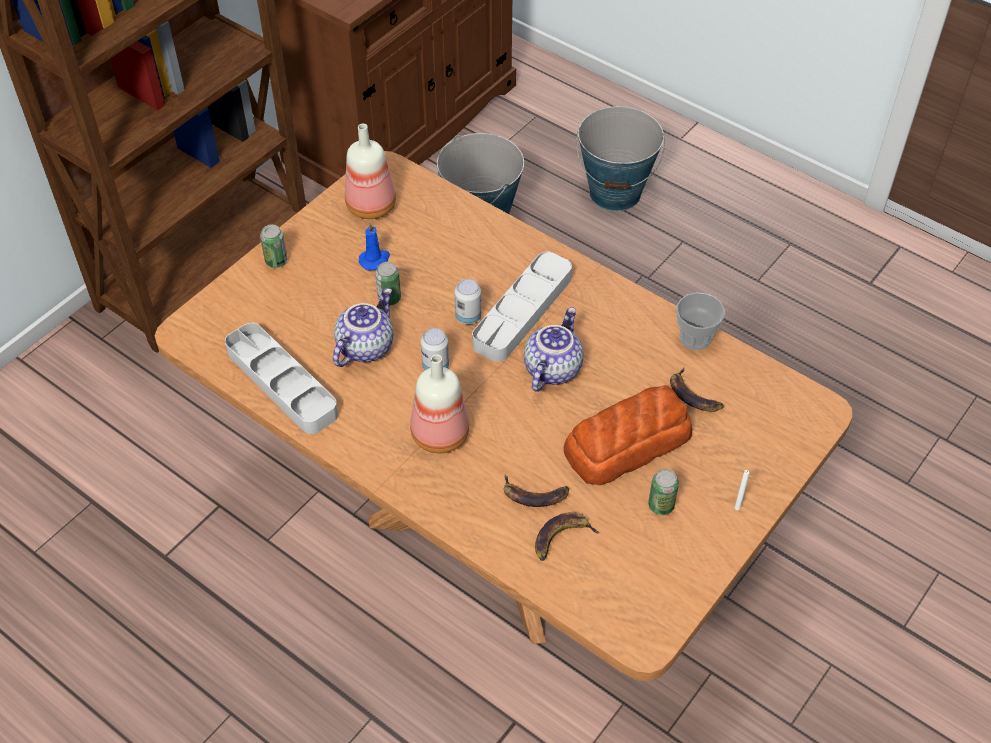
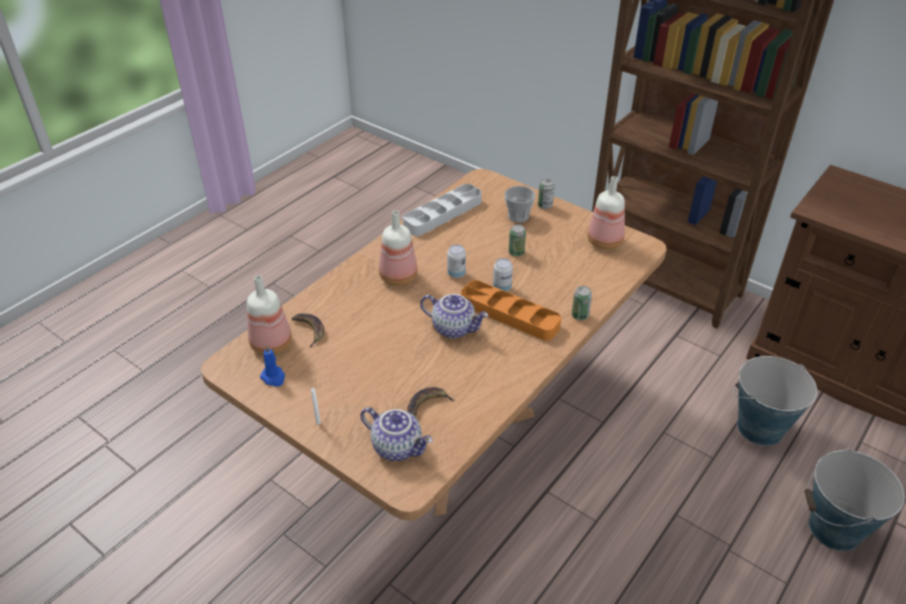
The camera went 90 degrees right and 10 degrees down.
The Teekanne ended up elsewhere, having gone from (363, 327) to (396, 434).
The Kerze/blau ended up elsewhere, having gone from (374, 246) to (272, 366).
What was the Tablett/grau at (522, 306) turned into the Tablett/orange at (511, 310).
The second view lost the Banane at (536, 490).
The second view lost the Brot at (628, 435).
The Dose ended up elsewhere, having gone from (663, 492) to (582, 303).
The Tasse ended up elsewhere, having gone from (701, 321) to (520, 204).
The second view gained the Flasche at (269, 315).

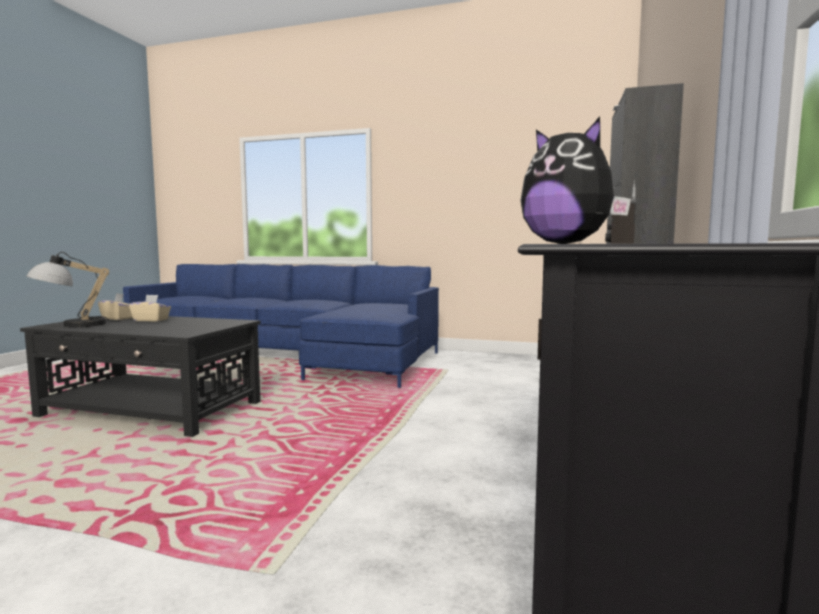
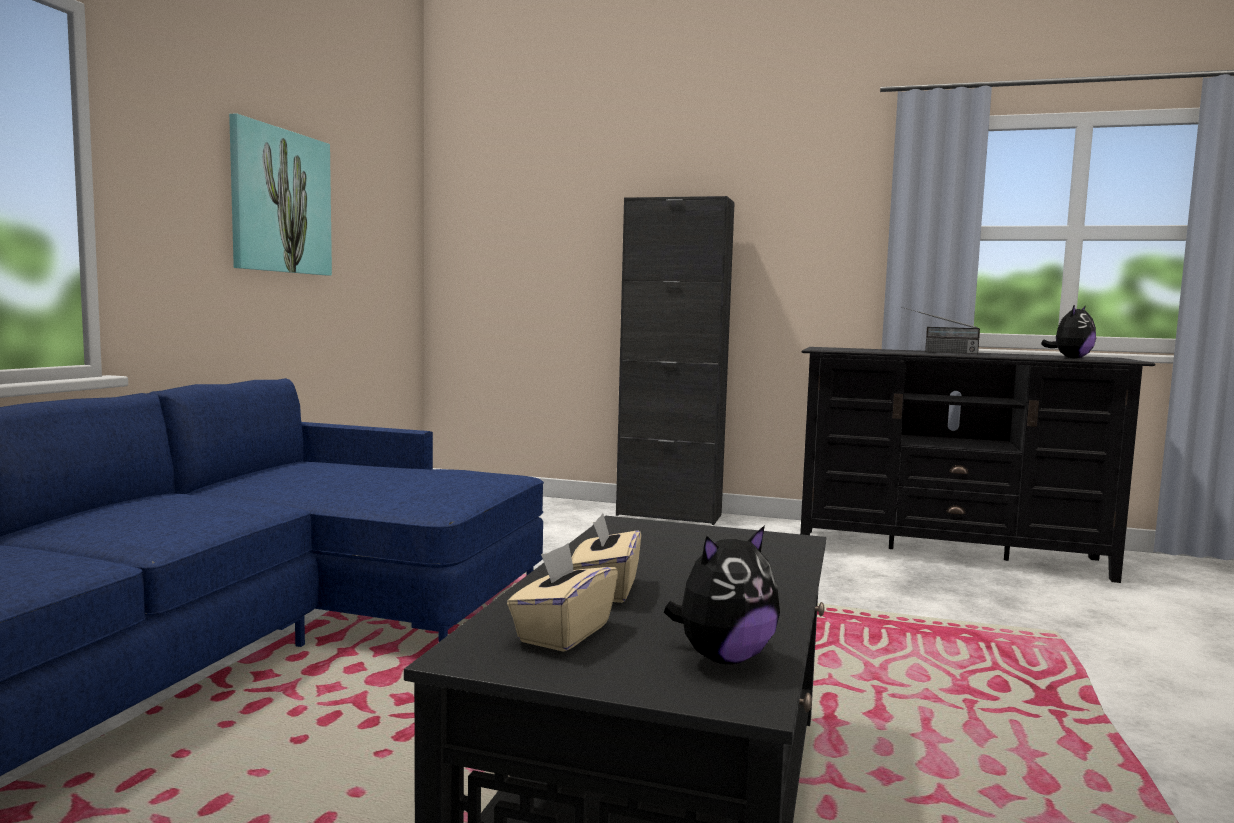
The camera went 90 degrees left and 0 degrees up.
Where the Tischlampe stood at (74, 289), the Plüschtier came to stand at (722, 594).
The second view gained the Bild at (280, 194).

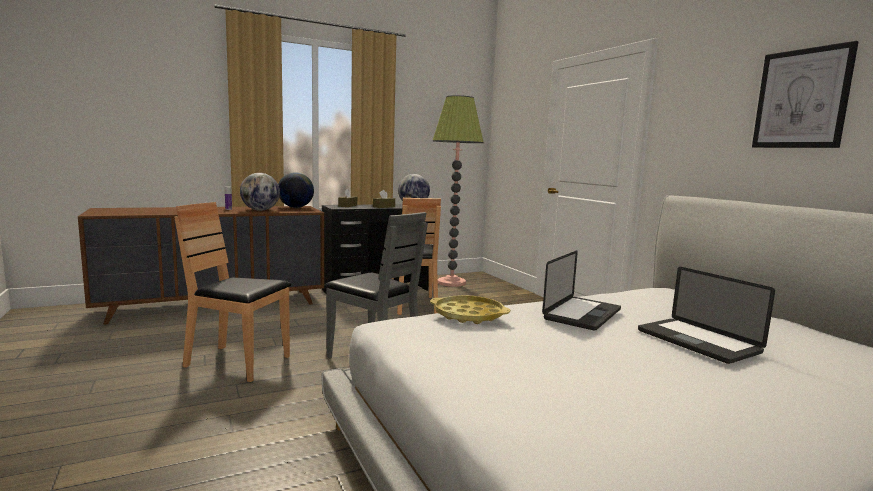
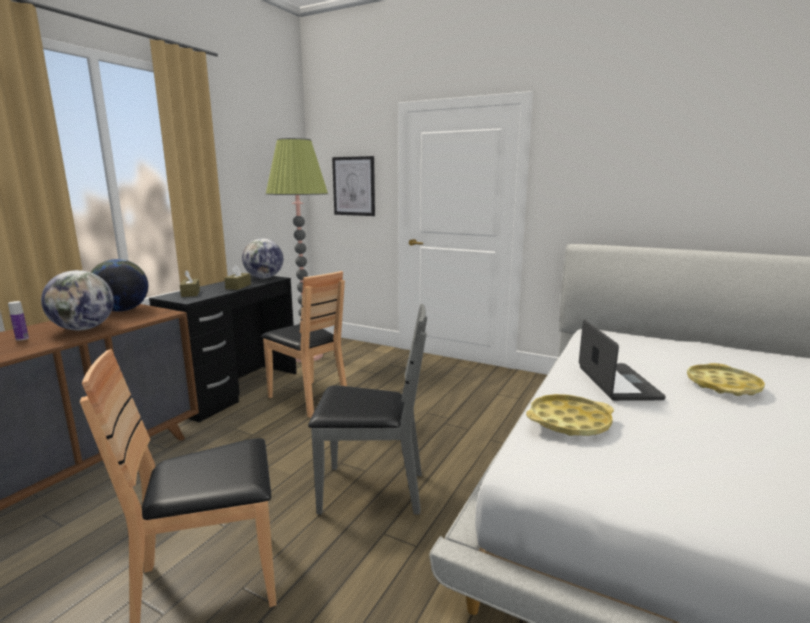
The camera went 35 degrees left and 5 degrees up.
Where the Laptop stood at (706, 315), the Tablett/gelb came to stand at (726, 379).
The Bild ended up elsewhere, having gone from (805, 94) to (353, 186).

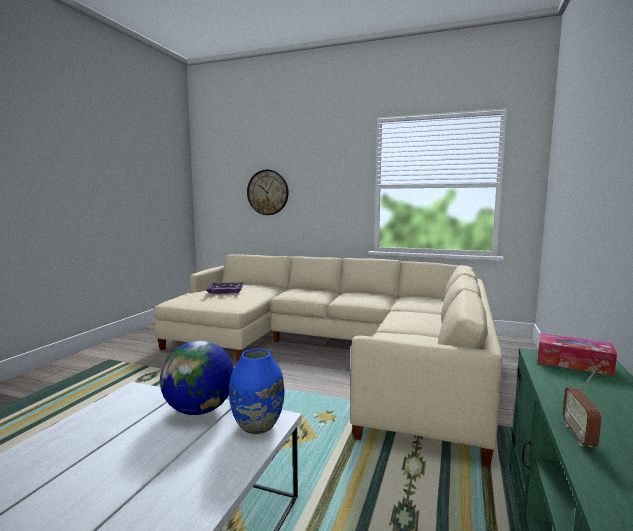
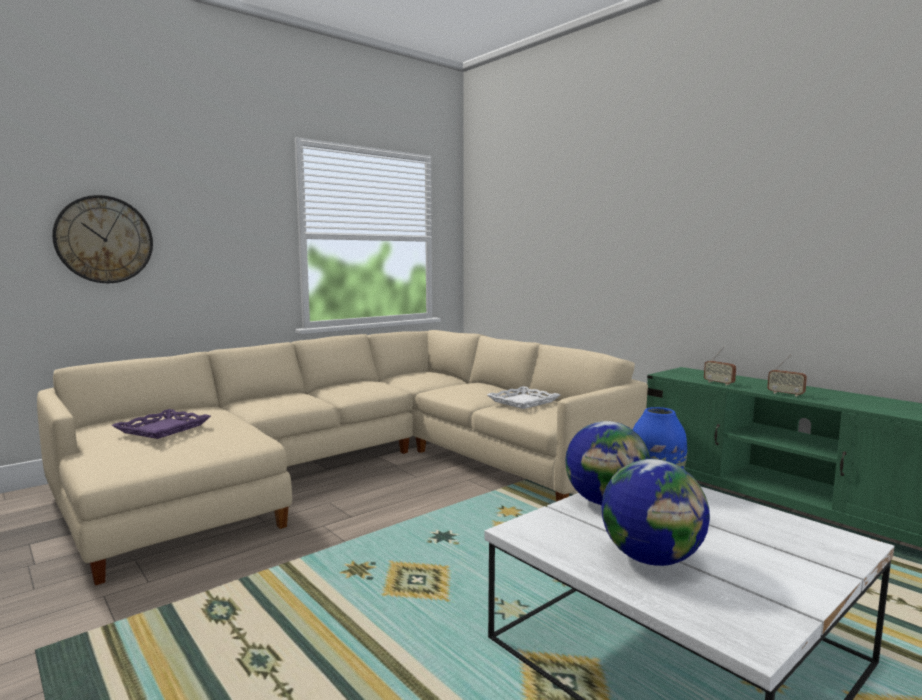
The camera went 60 degrees left and 0 degrees up.
The second view lost the Taschentuchbox at (577, 354).
The second view gained the Tablett/weiß at (523, 397).
The second view gained the Globus at (655, 512).
The second view gained the Radio at (720, 366).

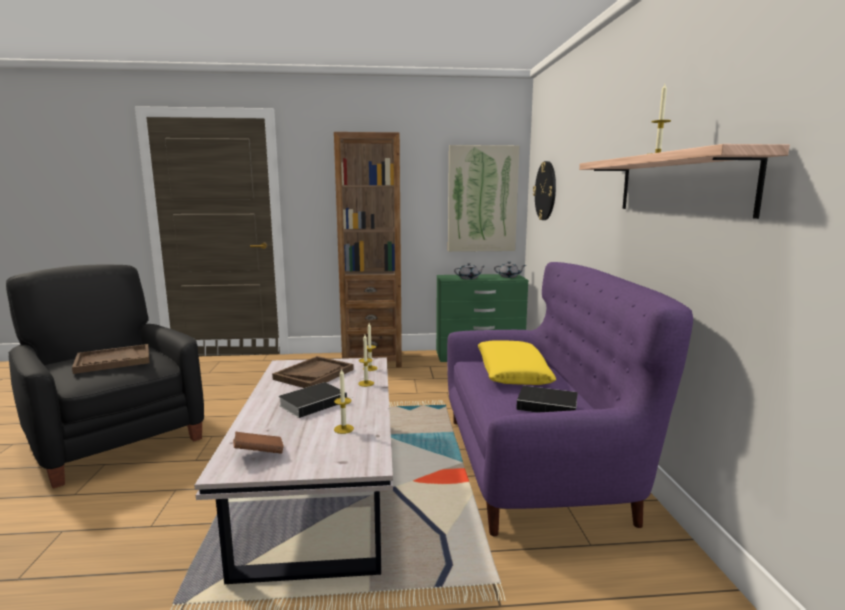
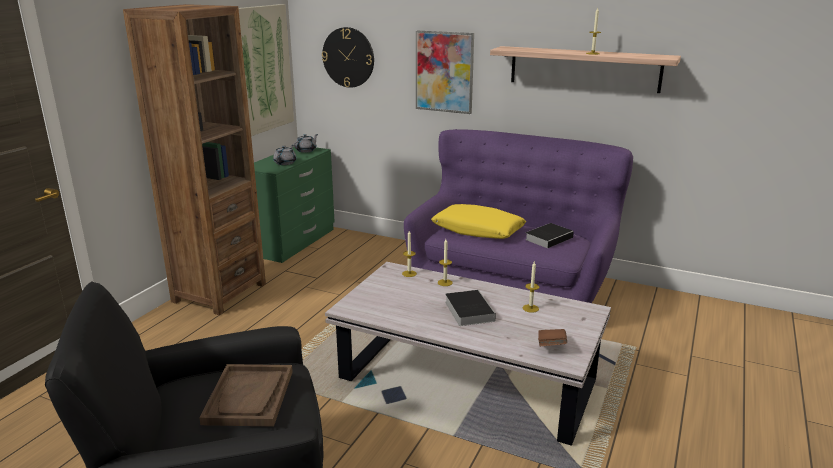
The camera went 60 degrees left and 10 degrees up.
The second view lost the Tablett/braun at (313, 372).
The second view gained the Bild at (445, 72).

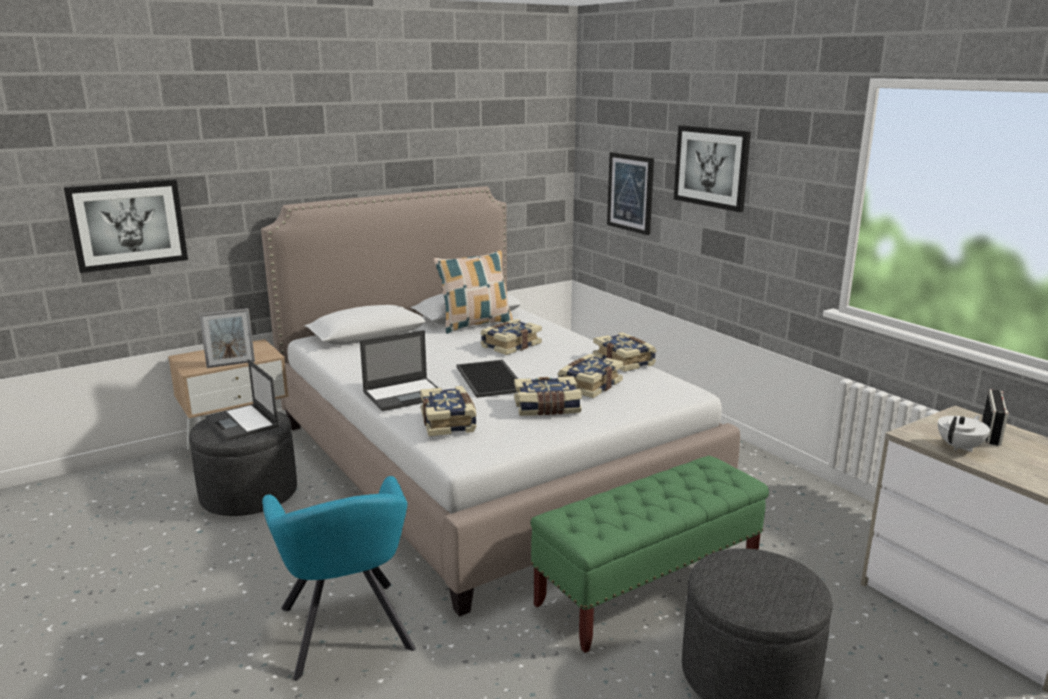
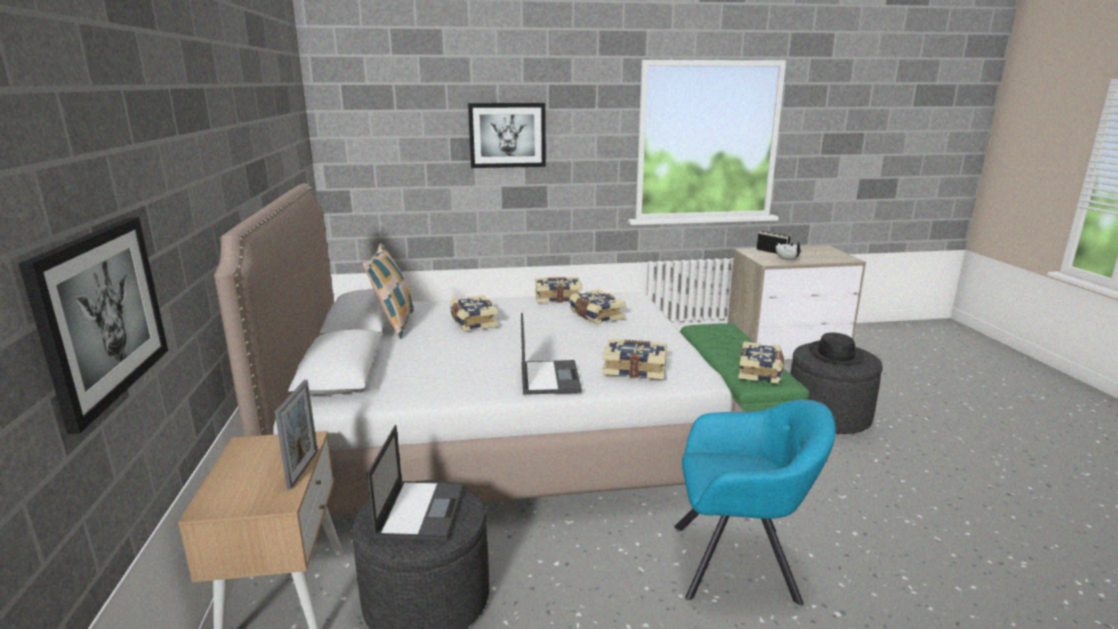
The camera went 65 degrees left and 0 degrees up.
The Laptop at (242, 400) ended up facing another way, 75 degrees counterclockwise from before.
The second view lost the Tablett at (487, 379).
The Buch ended up elsewhere, having gone from (548, 396) to (761, 362).
The second view lost the Bild at (630, 193).
The second view gained the Hut/schwarz at (836, 349).

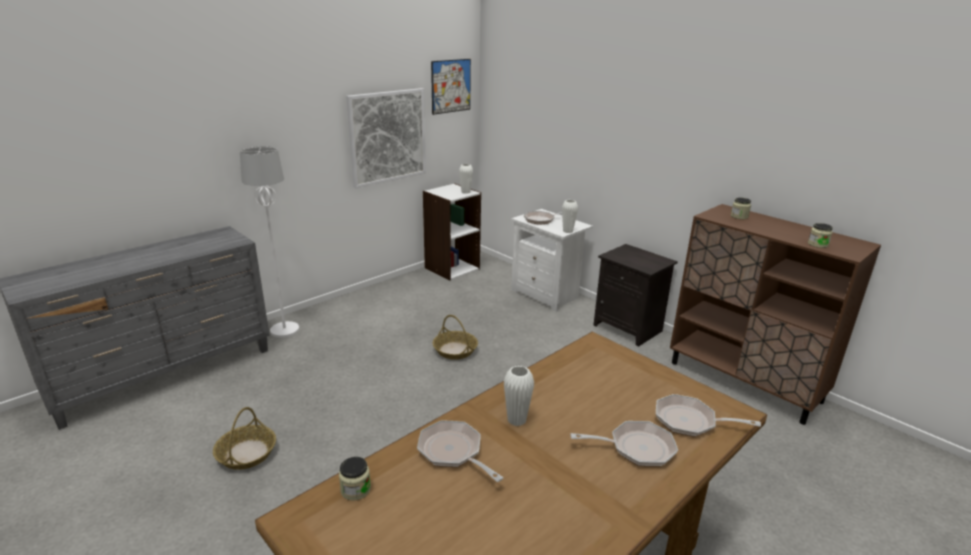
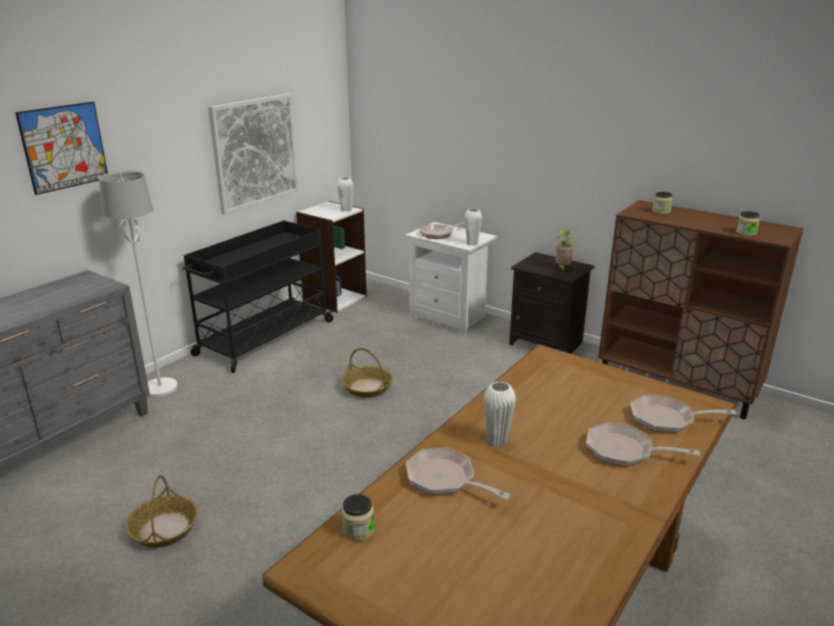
The camera went 10 degrees left and 0 degrees up.
The Bild ended up elsewhere, having gone from (451, 87) to (61, 148).
The Pfanne at (624, 444) ended up facing another way, 150 degrees counterclockwise from before.
The second view gained the Rollwagen/schwarz at (258, 296).
The second view gained the Topfpflanze at (565, 250).

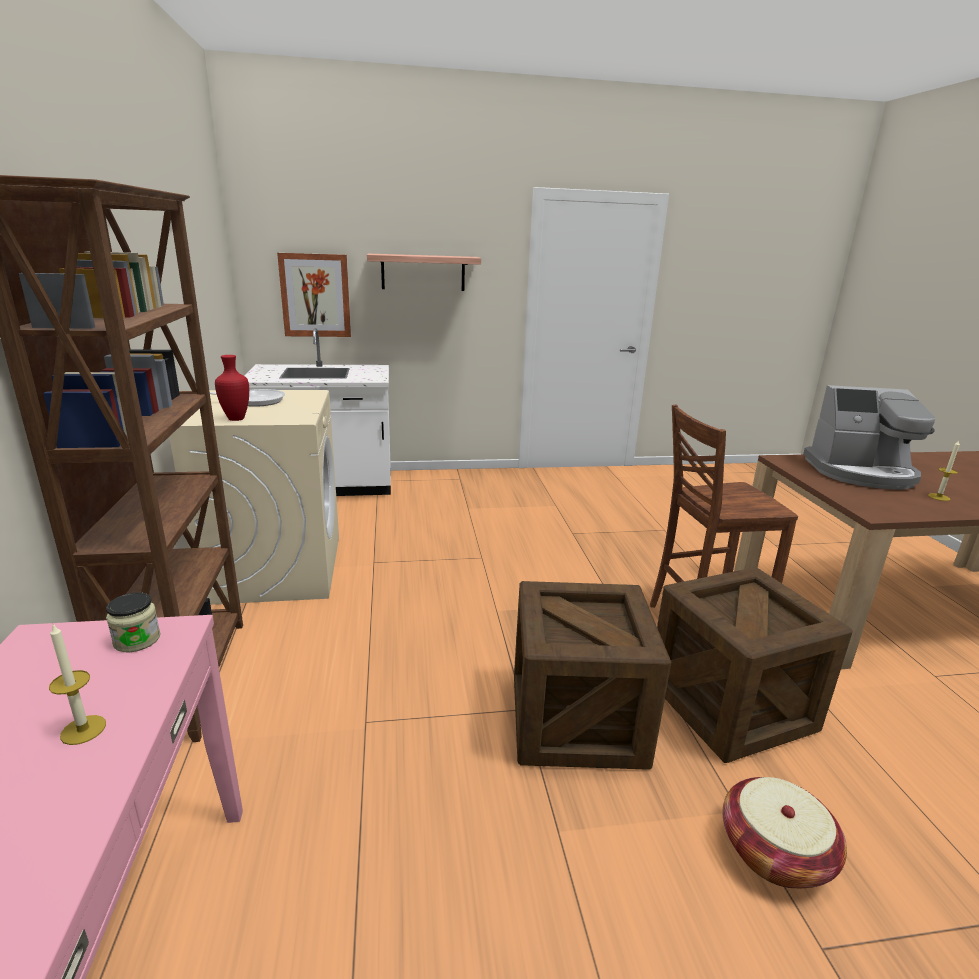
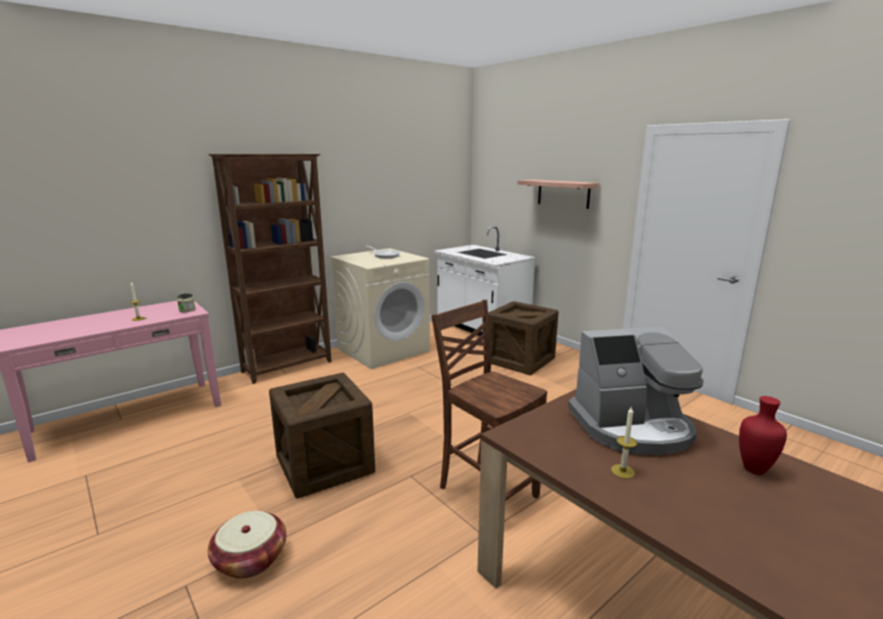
The camera went 60 degrees right and 5 degrees down.
The Vase/rot ended up elsewhere, having gone from (232, 388) to (763, 435).
The second view lost the Bild at (314, 295).
The Kiste ended up elsewhere, having gone from (755, 665) to (523, 338).
The Kaffeemaschine at (869, 437) ended up facing another way, 75 degrees counterclockwise from before.

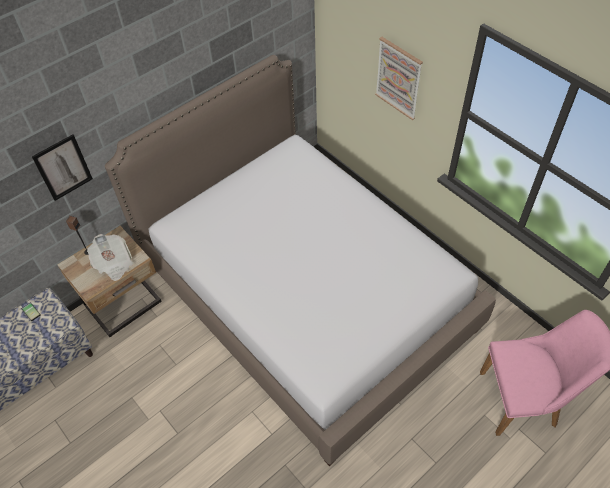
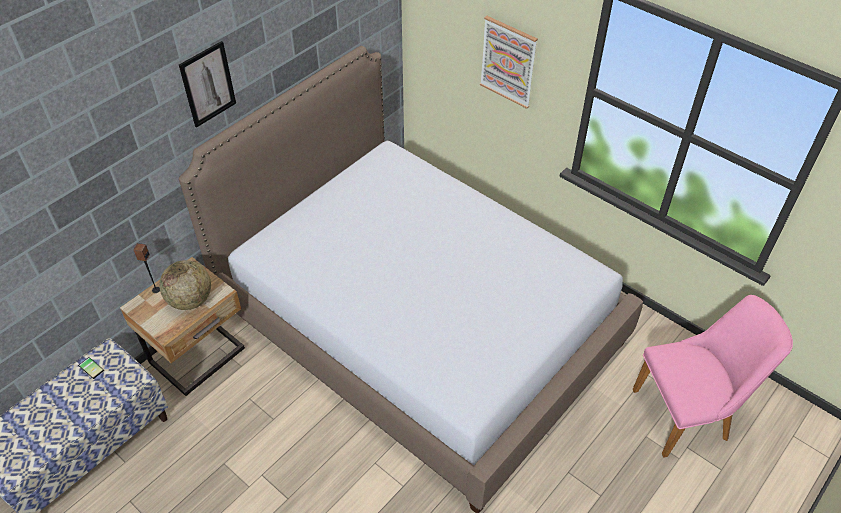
The camera went 10 degrees left and 5 degrees down.
The Bild ended up elsewhere, having gone from (62, 167) to (207, 84).
Where the Zeitung stood at (110, 257), the Globus came to stand at (185, 285).

